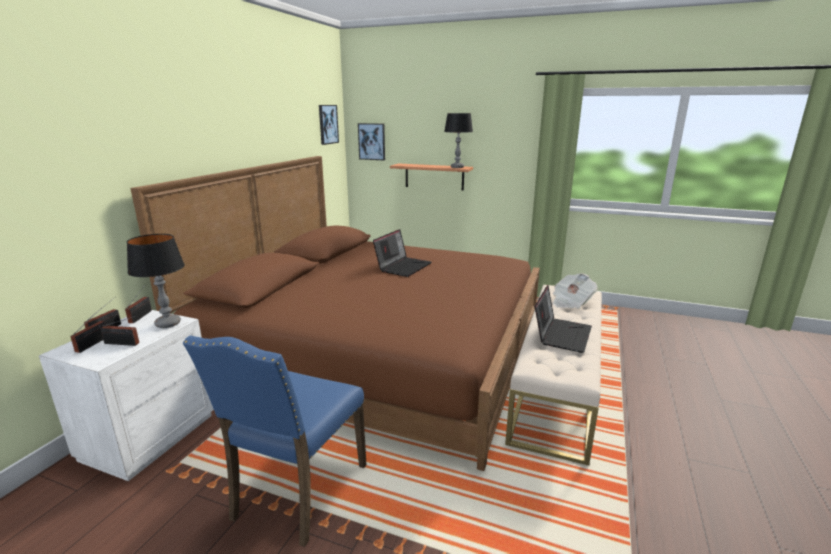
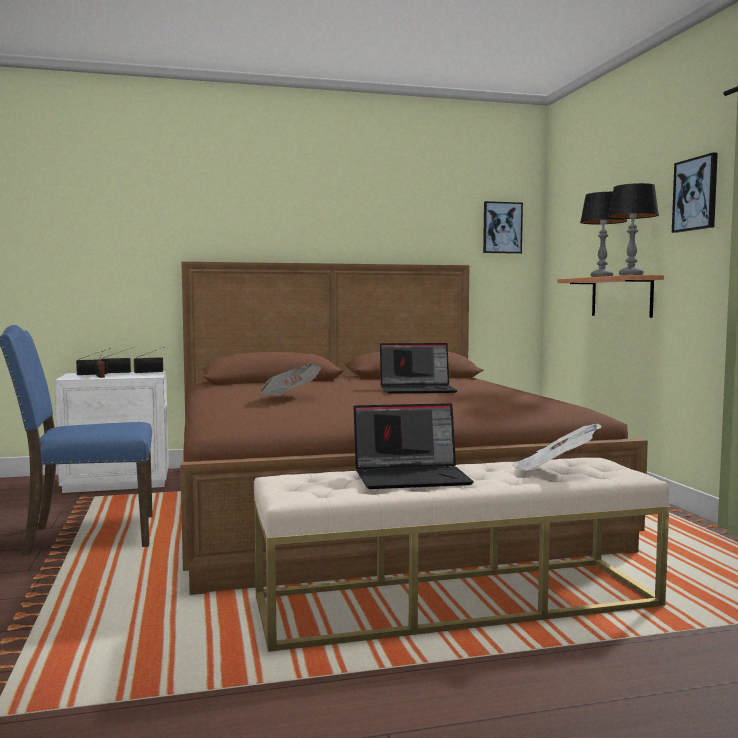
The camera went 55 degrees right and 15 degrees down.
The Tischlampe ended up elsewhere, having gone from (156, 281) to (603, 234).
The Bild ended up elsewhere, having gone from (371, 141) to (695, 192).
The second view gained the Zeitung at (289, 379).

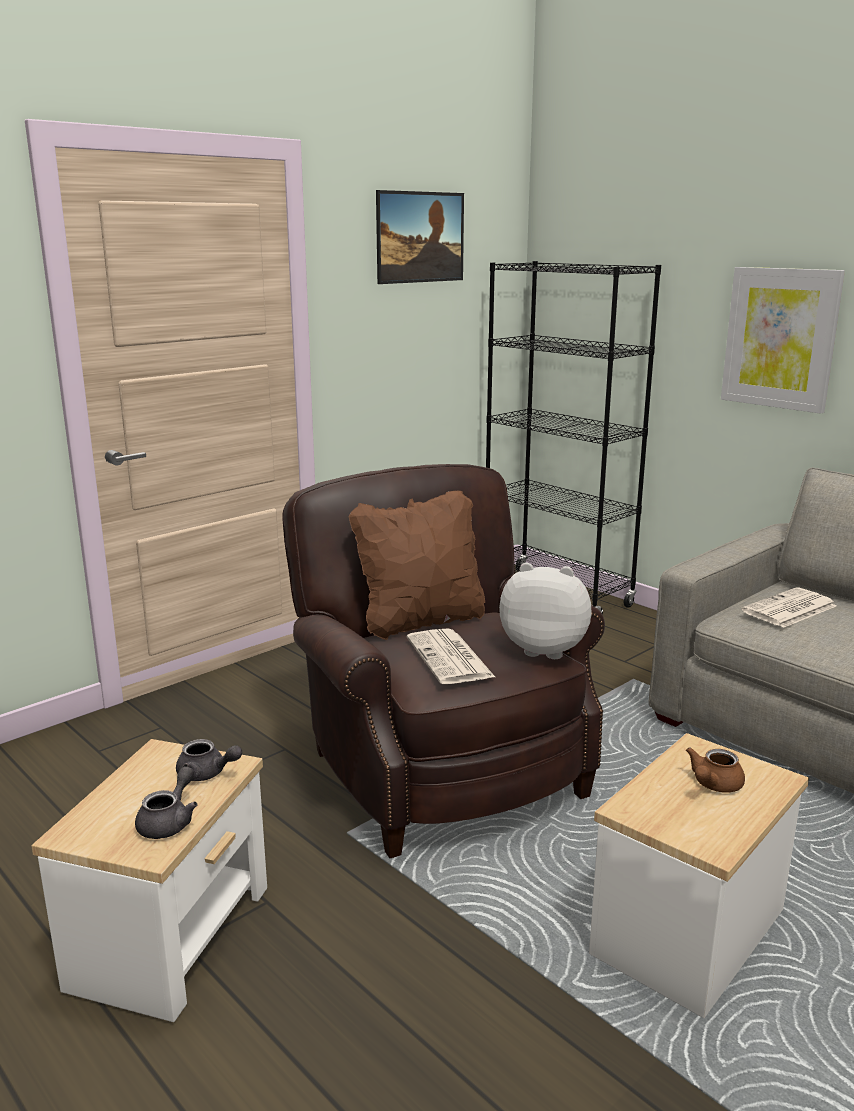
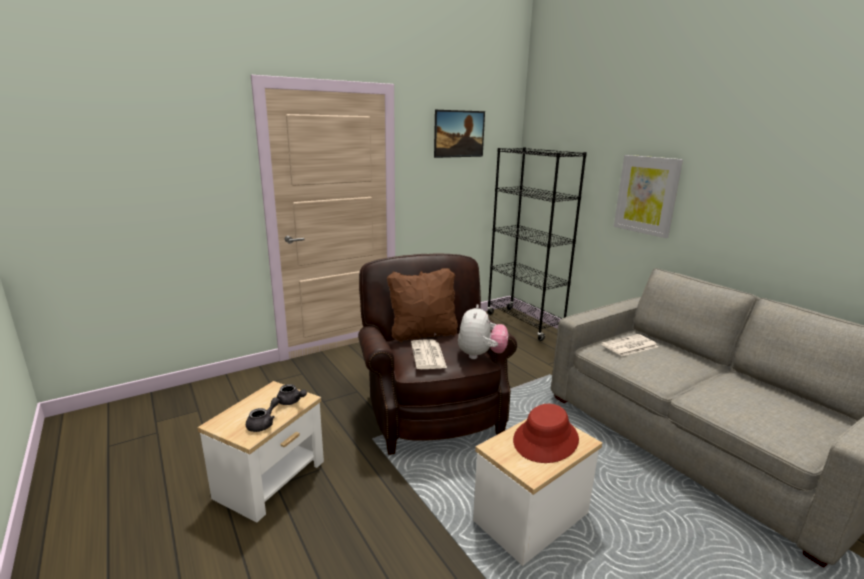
The camera went 10 degrees right and 0 degrees up.
The Plüschtier at (545, 611) ended up facing another way, 75 degrees clockwise from before.
Where the Teekanne/braun stood at (715, 770), the Hut/rot came to stand at (546, 433).

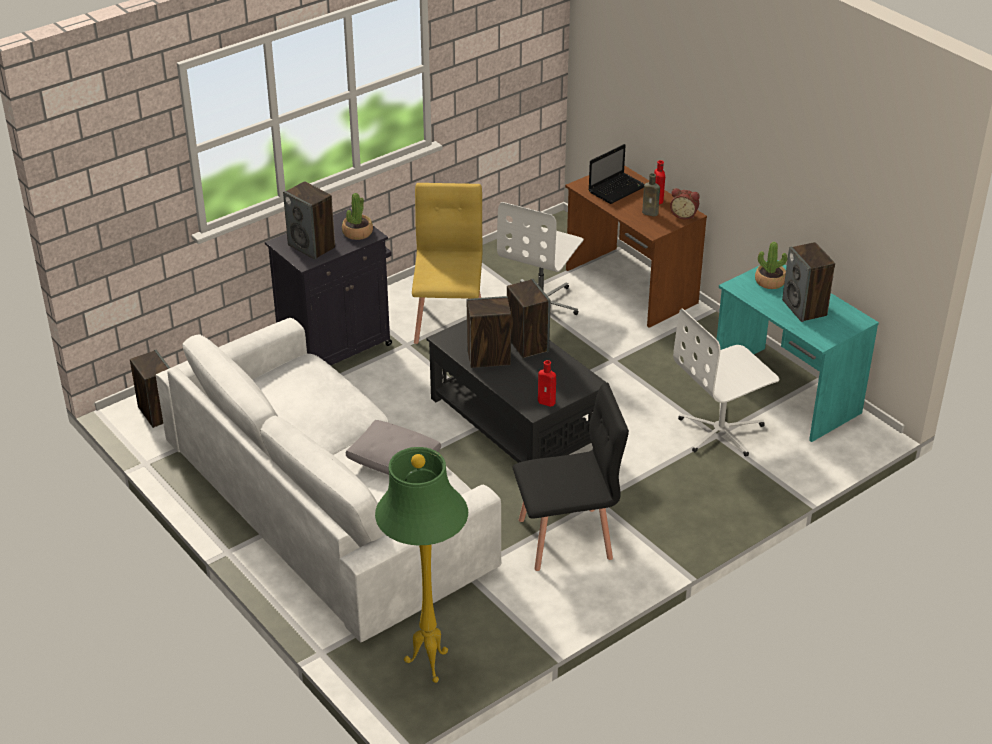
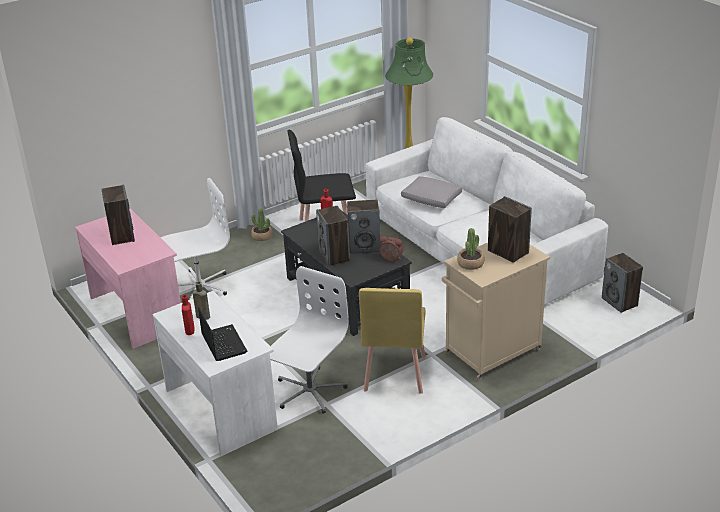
The camera went 175 degrees left and 5 degrees down.
What was the Schrank/schwarz at (328, 287) turned into the Schrank/beige at (496, 312).
What was the Schreibtisch/braun at (636, 246) turned into the Schreibtisch/weiß at (215, 373).
The Laptop at (616, 174) ended up facing another way, 105 degrees clockwise from before.
The Wecker ended up elsewhere, having gone from (685, 203) to (391, 249).
What was the Schreibtisch/türkis at (798, 351) turned into the Schreibtisch/rosa at (128, 278).
The Topfpflanze ended up elsewhere, having gone from (771, 265) to (262, 224).

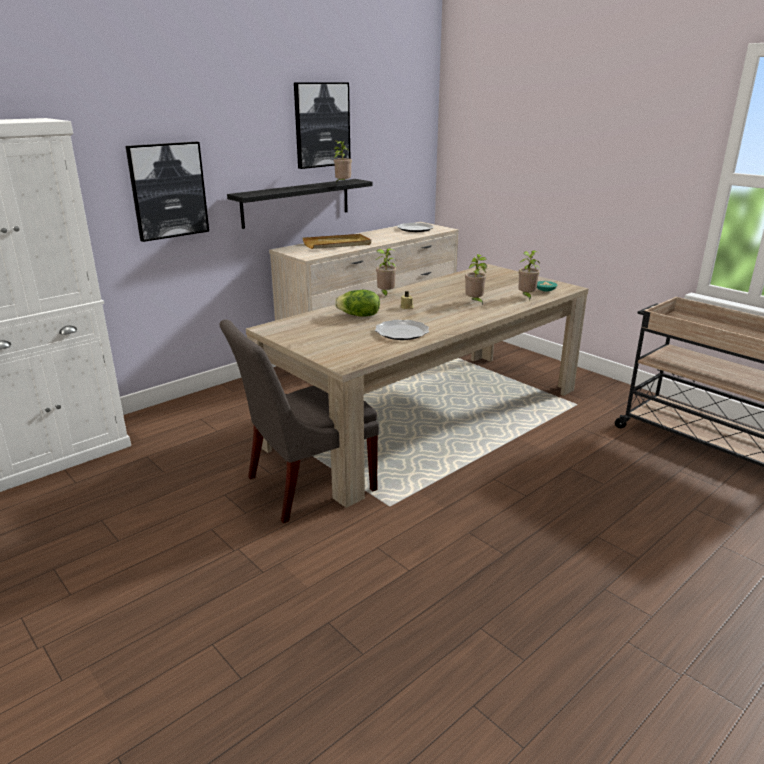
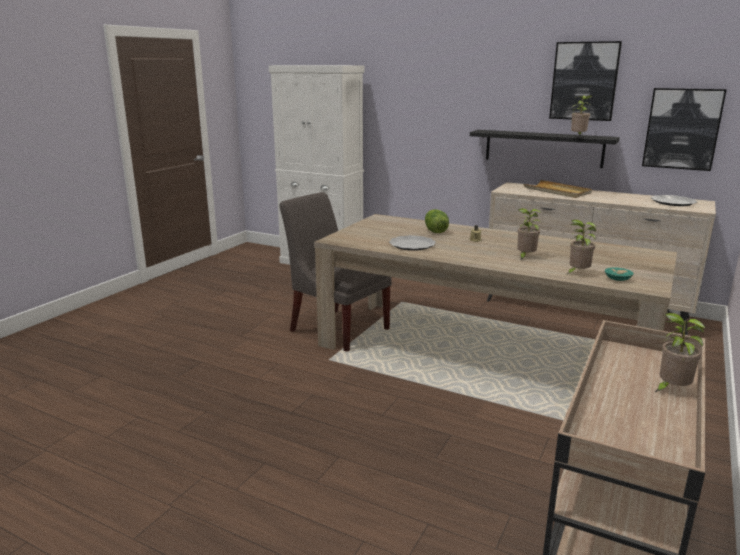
The camera went 70 degrees right and 5 degrees down.
The Bild ended up elsewhere, having gone from (167, 192) to (684, 129).
The Topfpflanze ended up elsewhere, having gone from (386, 272) to (679, 353).

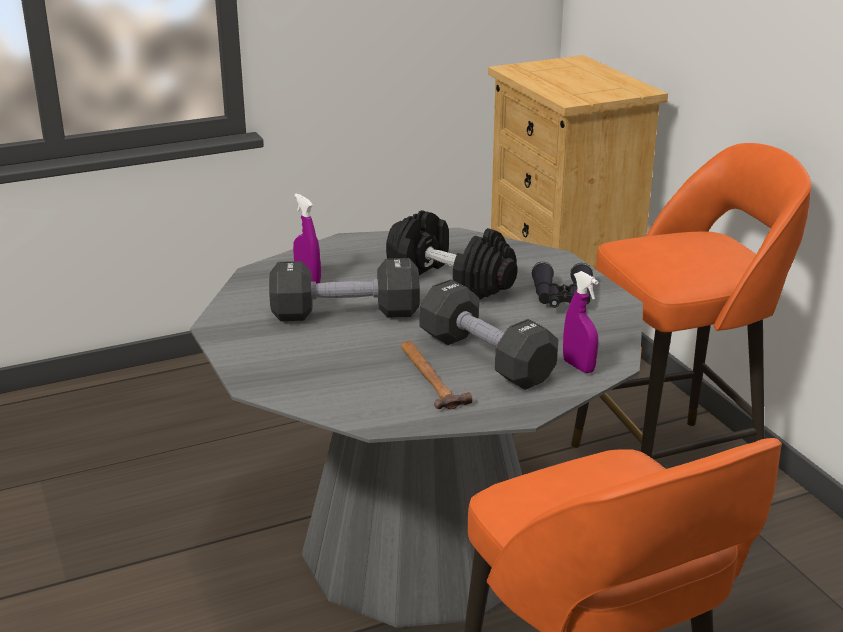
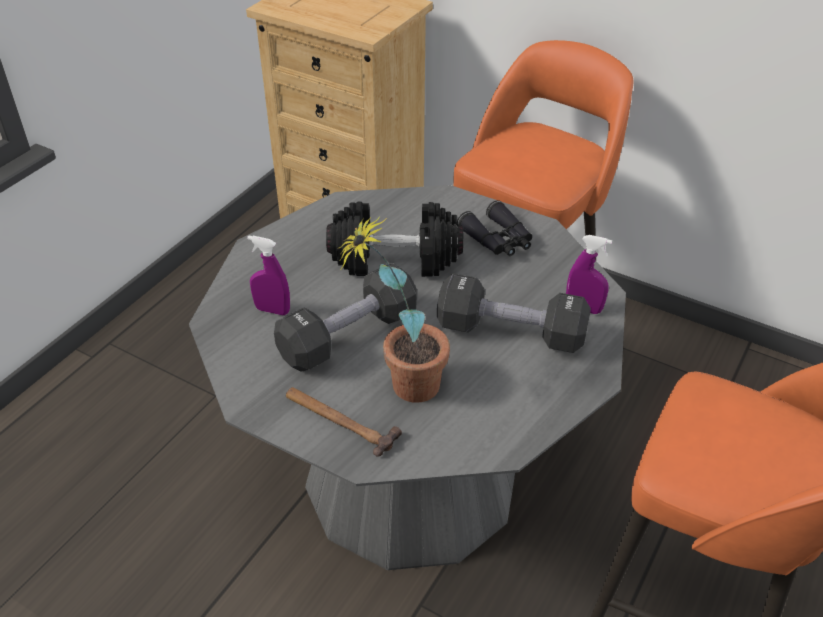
The camera went 35 degrees left and 15 degrees up.
The Hammer ended up elsewhere, having gone from (437, 375) to (344, 422).
The second view gained the Topfpflanze at (393, 309).

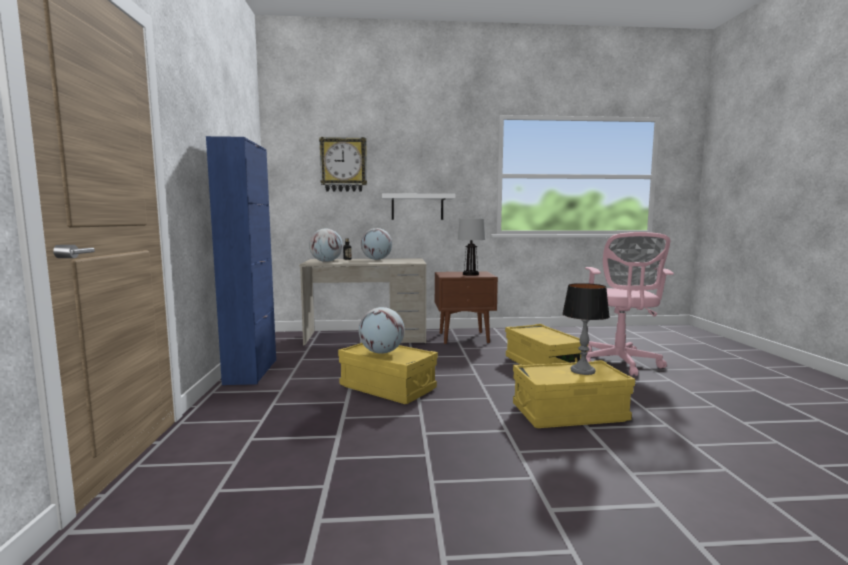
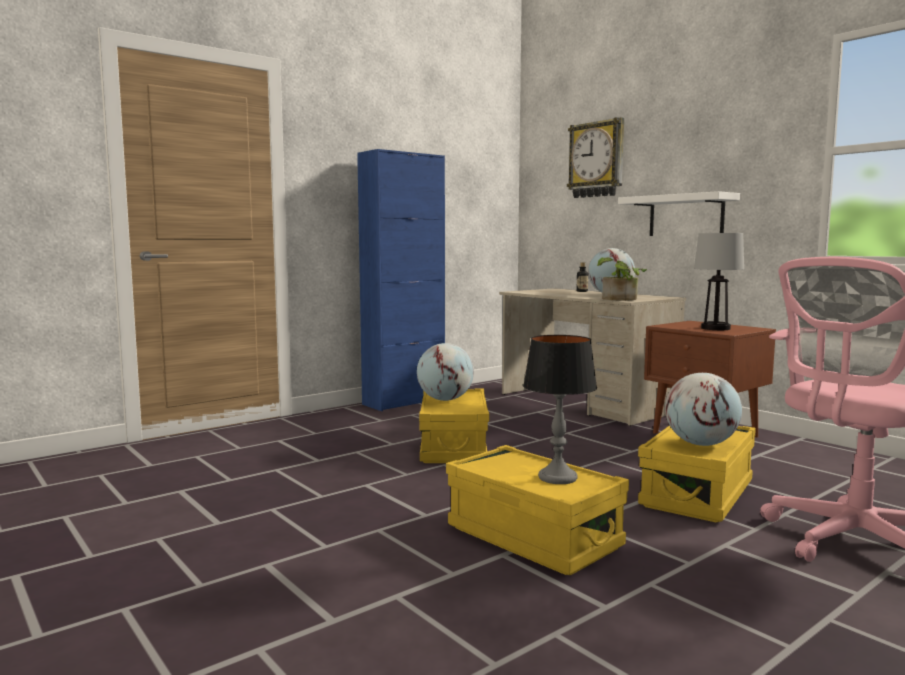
The camera went 55 degrees right and 0 degrees up.
The Globus ended up elsewhere, having gone from (326, 245) to (703, 409).
The second view gained the Topfpflanze at (622, 279).

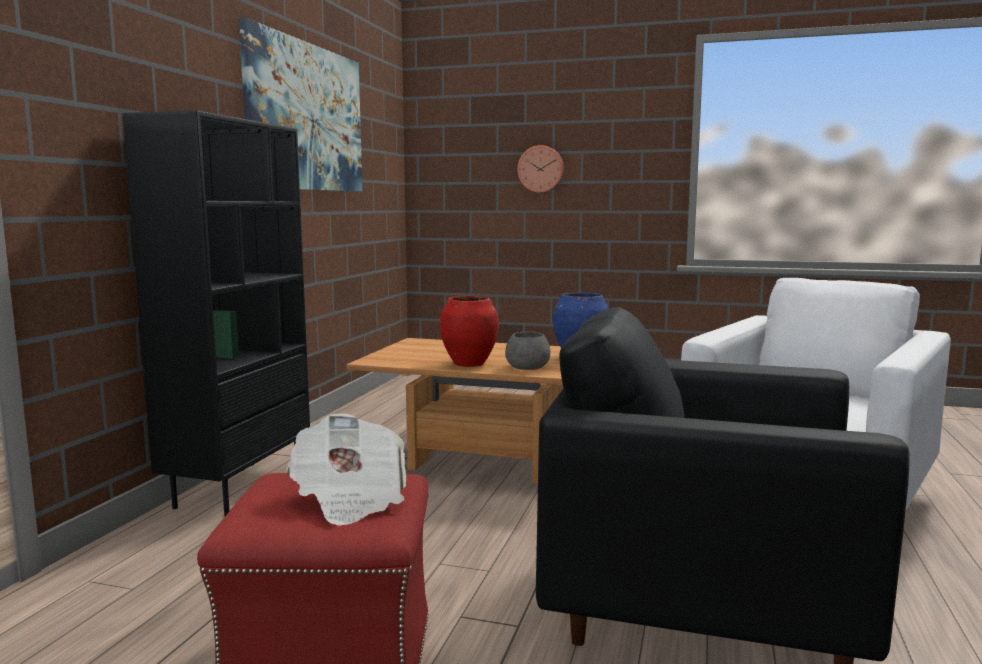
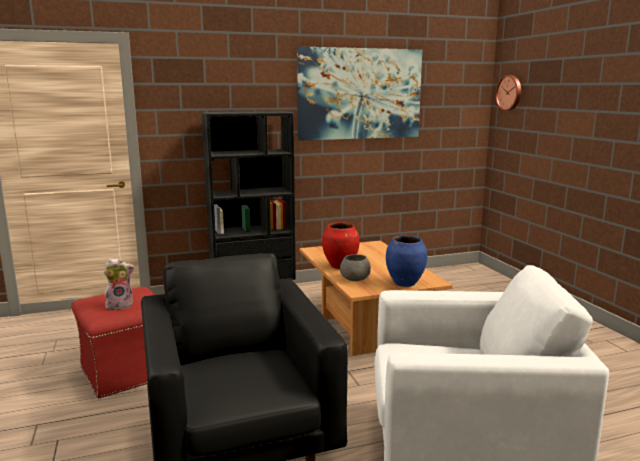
The camera went 55 degrees right and 5 degrees up.
Where the Zeitung stood at (346, 469), the Plüschtier came to stand at (119, 284).
The Wanduhr ended up elsewhere, having gone from (540, 169) to (508, 93).

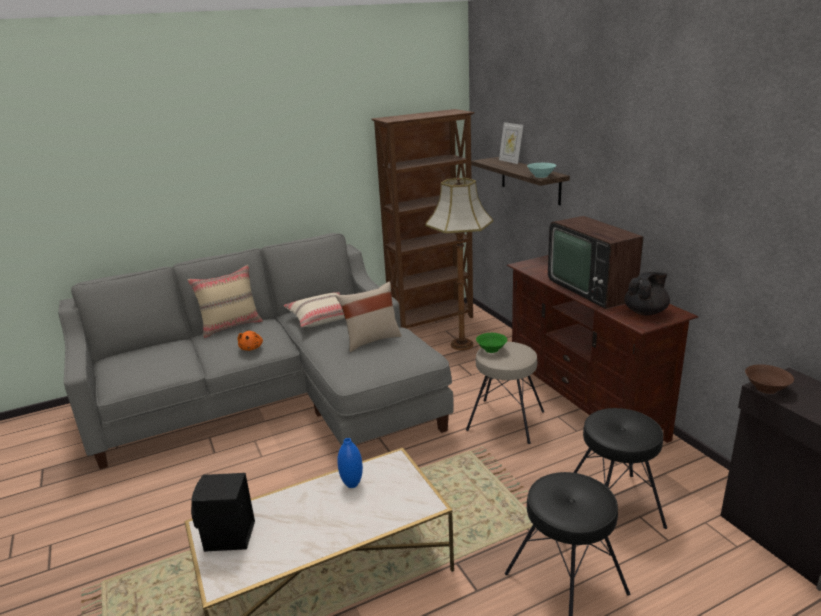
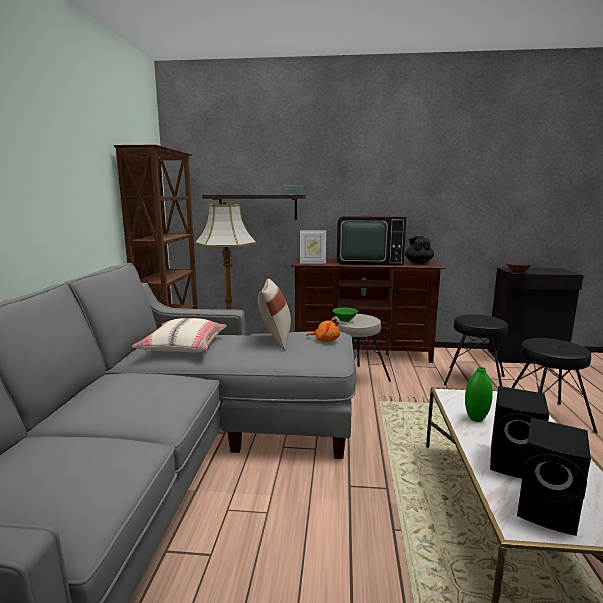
The camera went 60 degrees left and 10 degrees down.
The second view lost the Kissen/beige at (225, 301).
The Plüschtier/orange ended up elsewhere, having gone from (250, 341) to (323, 330).
What was the Vase/blau at (350, 463) turned into the Vase/grün at (479, 394).
The Bilderrahmen ended up elsewhere, having gone from (511, 143) to (313, 246).
The second view gained the Lautsprecher/schwarz at (519, 432).

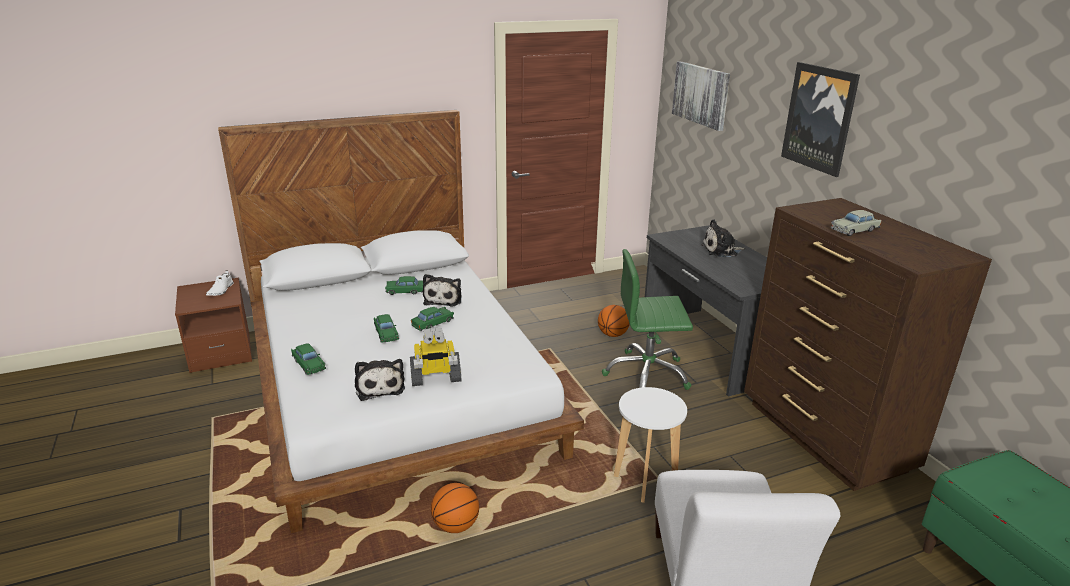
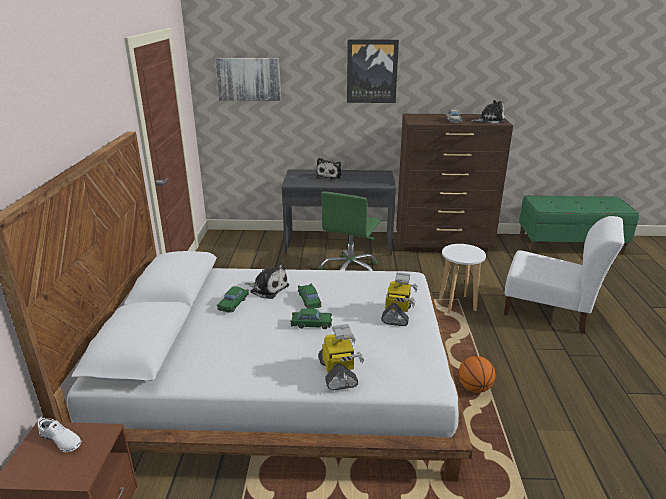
The camera went 65 degrees left and 0 degrees up.
Where the Spielzeugauto/grün stood at (308, 359), the Spielzeugroboter came to stand at (341, 357).
The Plüschtier ended up elsewhere, having gone from (380, 380) to (488, 112).
The second view lost the Basketball at (614, 321).

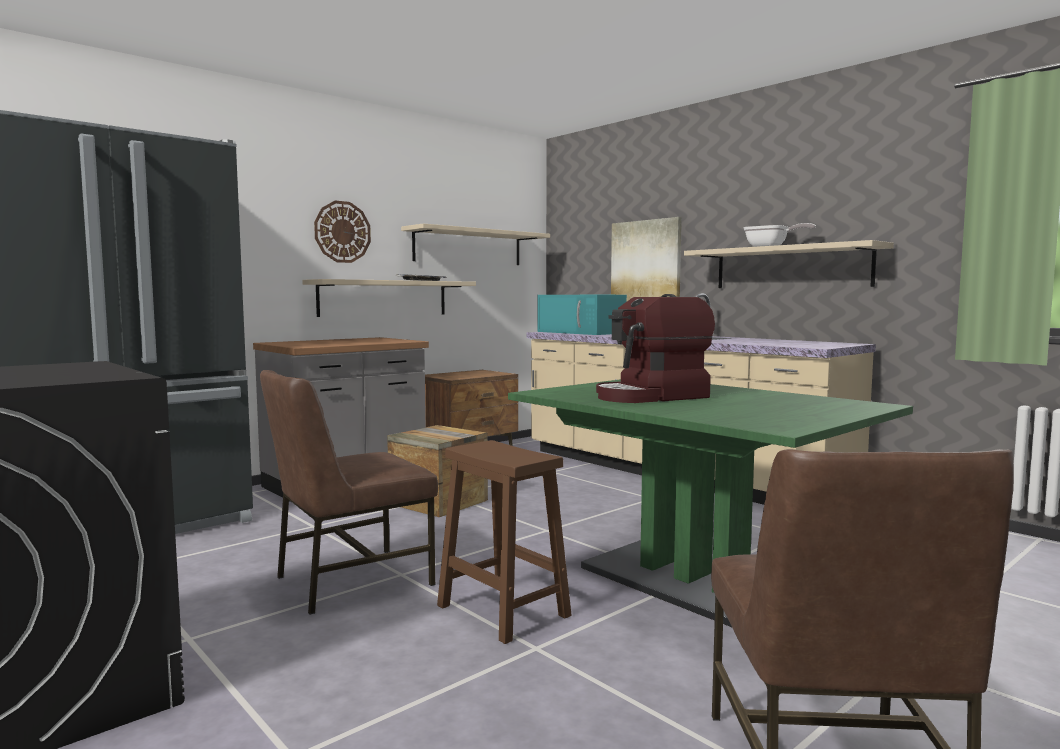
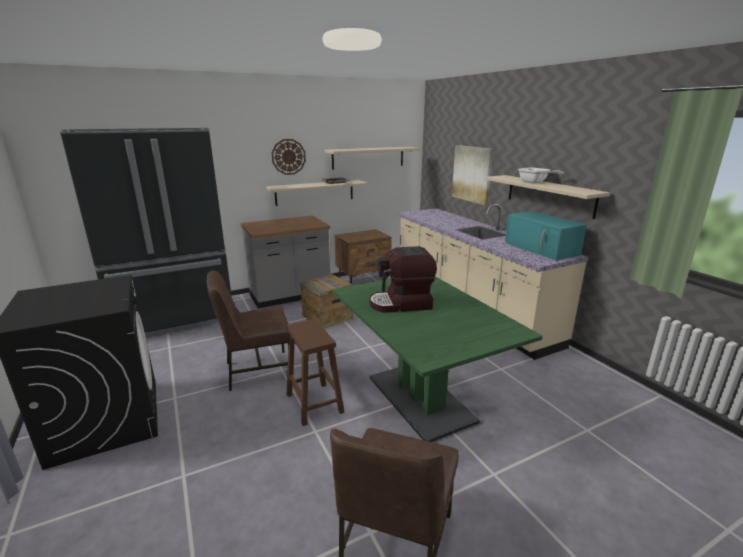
The camera went 15 degrees right and 15 degrees up.
The Mikrowelle/türkis ended up elsewhere, having gone from (582, 315) to (546, 235).

